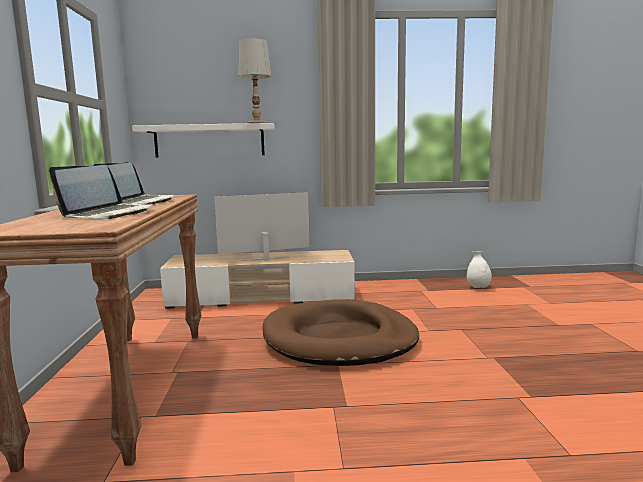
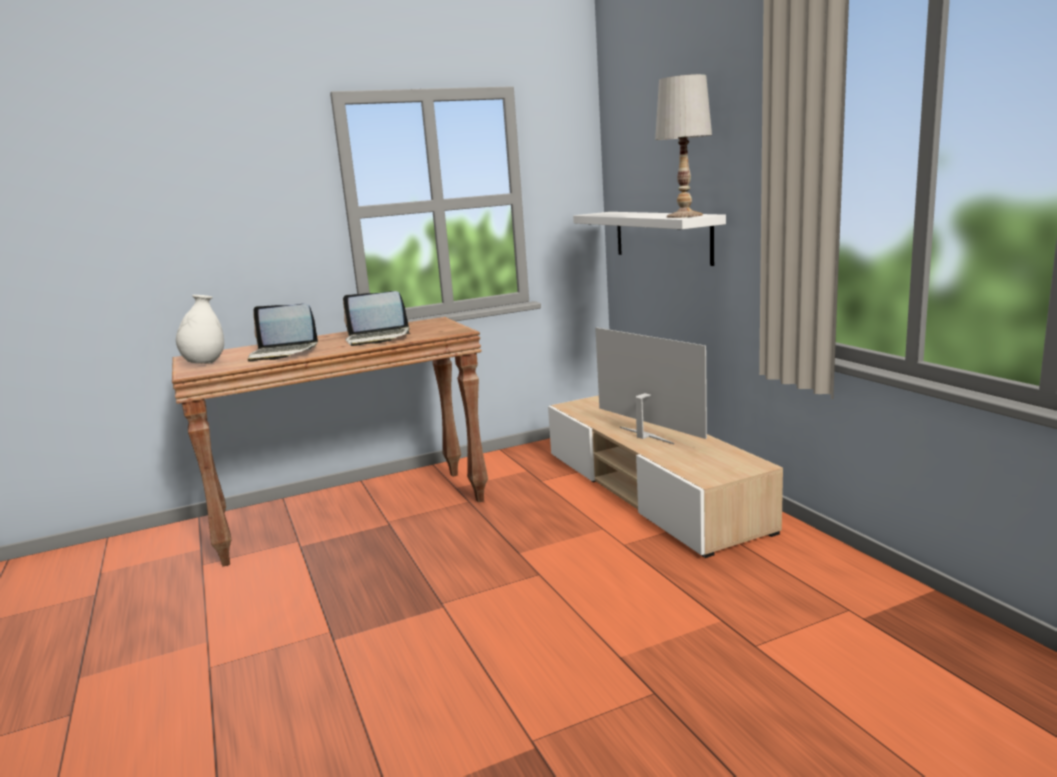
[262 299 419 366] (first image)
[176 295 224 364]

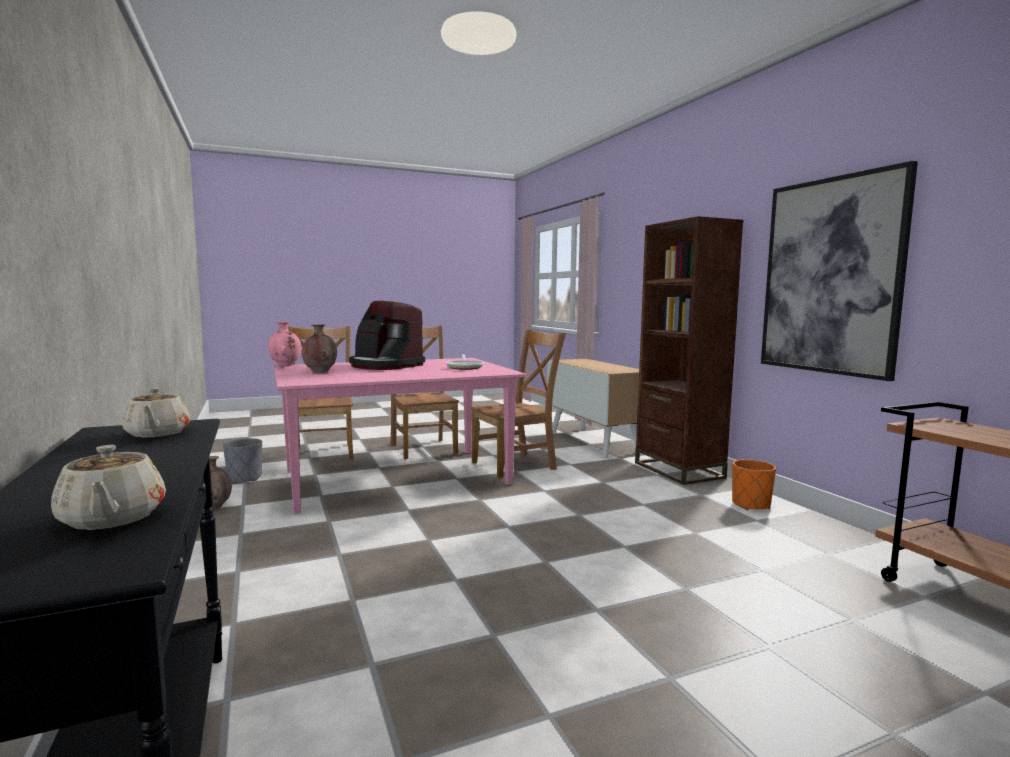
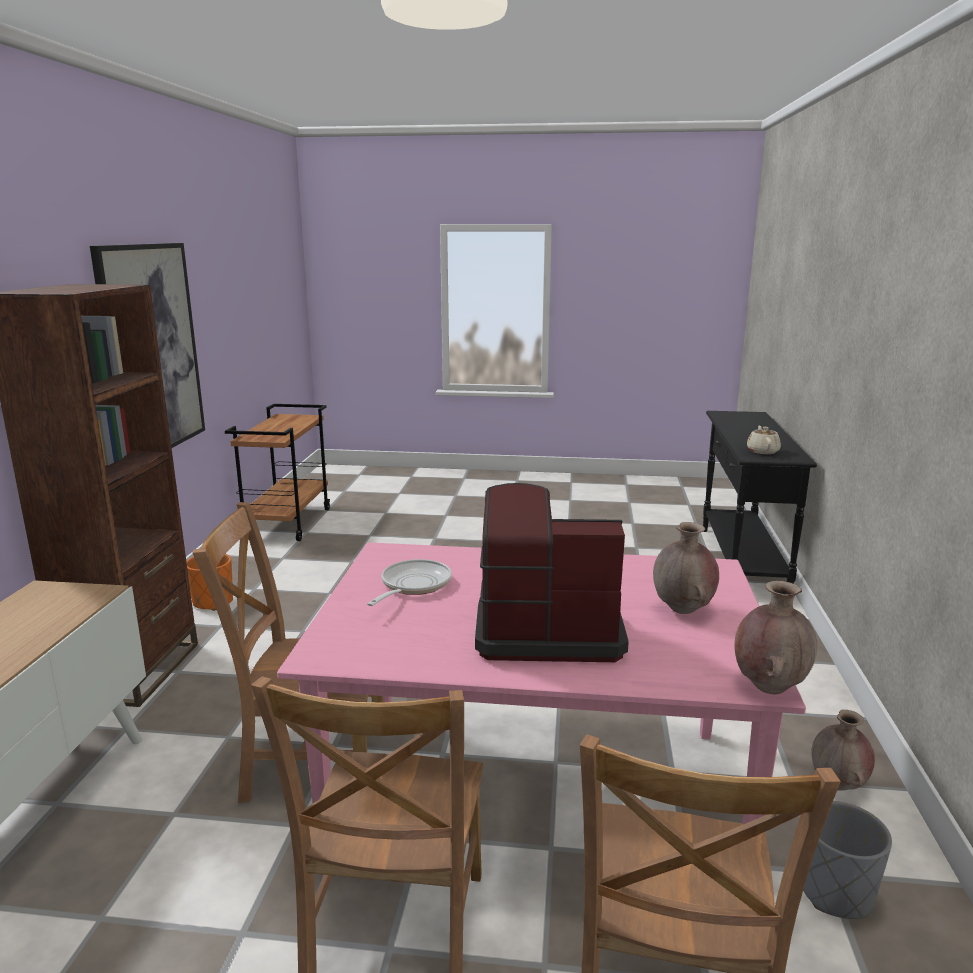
[51 445 166 530] (first image)
[734 581 818 694]
[475 483 629 662]

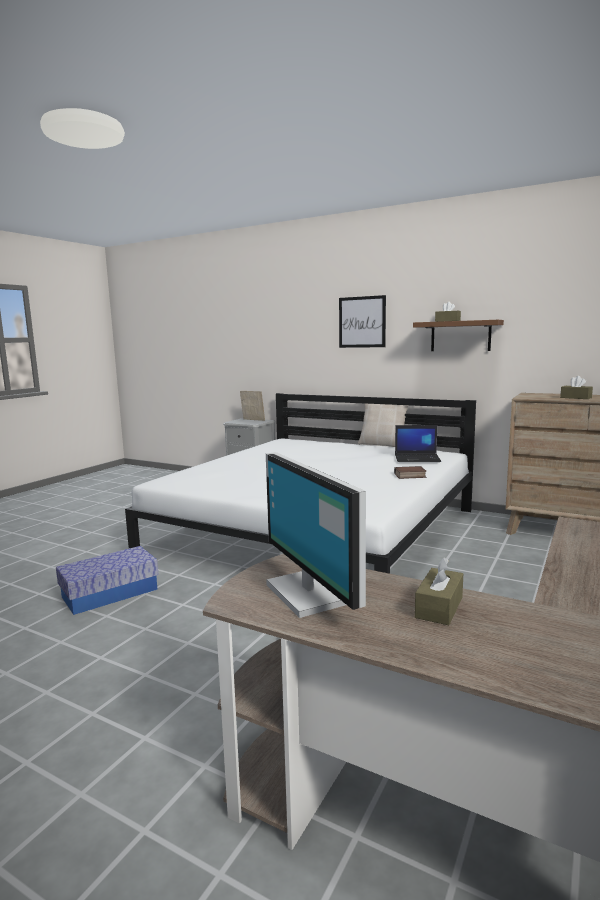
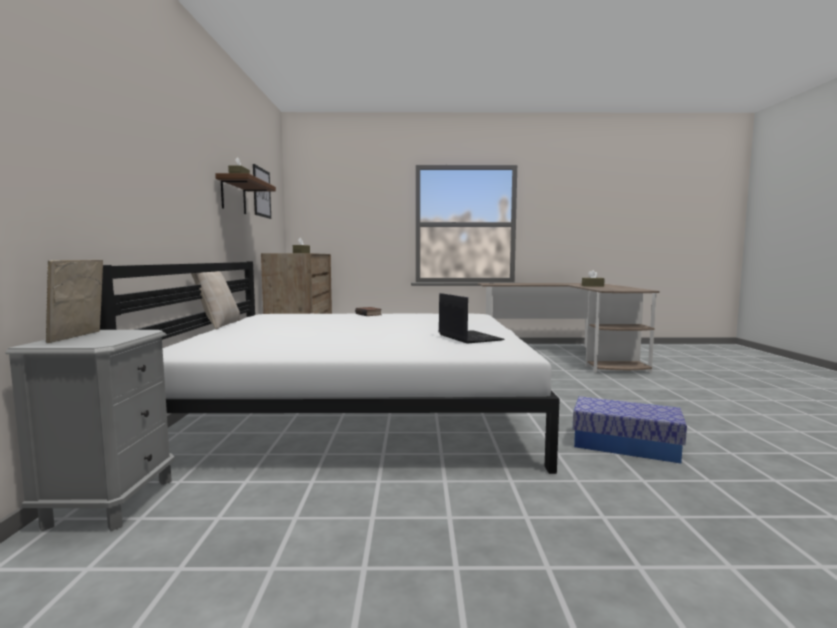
[266 452 366 618] (first image)
[253 164 271 219]
[439 293 505 344]

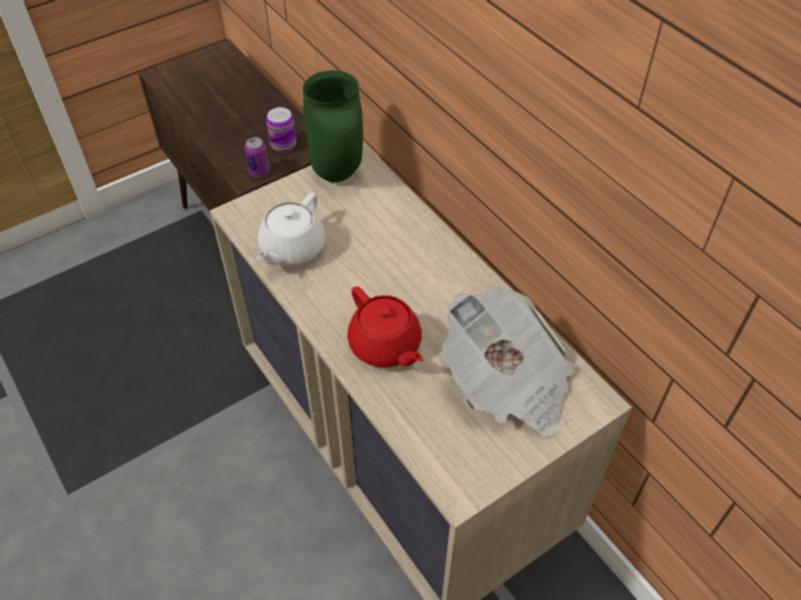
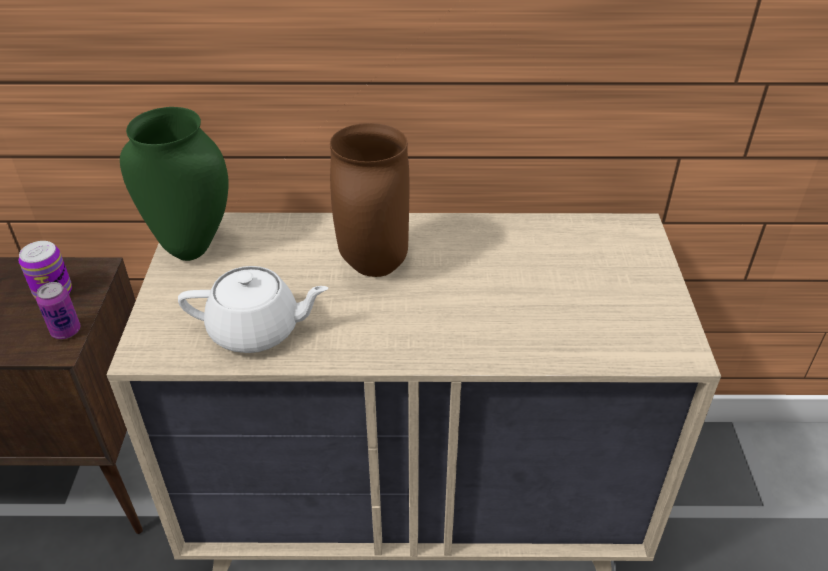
[347 286 423 367] (first image)
[441 288 575 437] (first image)
[330 123 409 277]
[178 266 328 353]

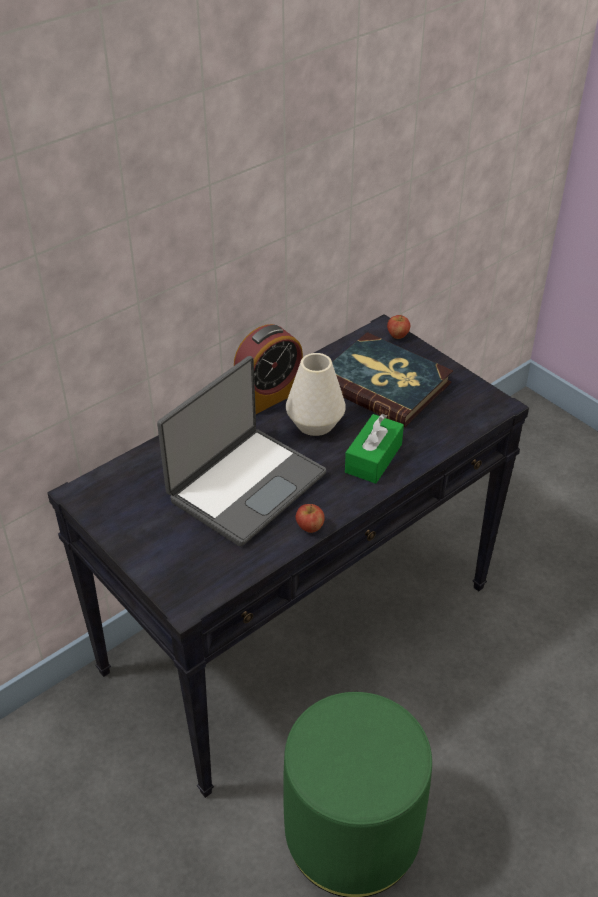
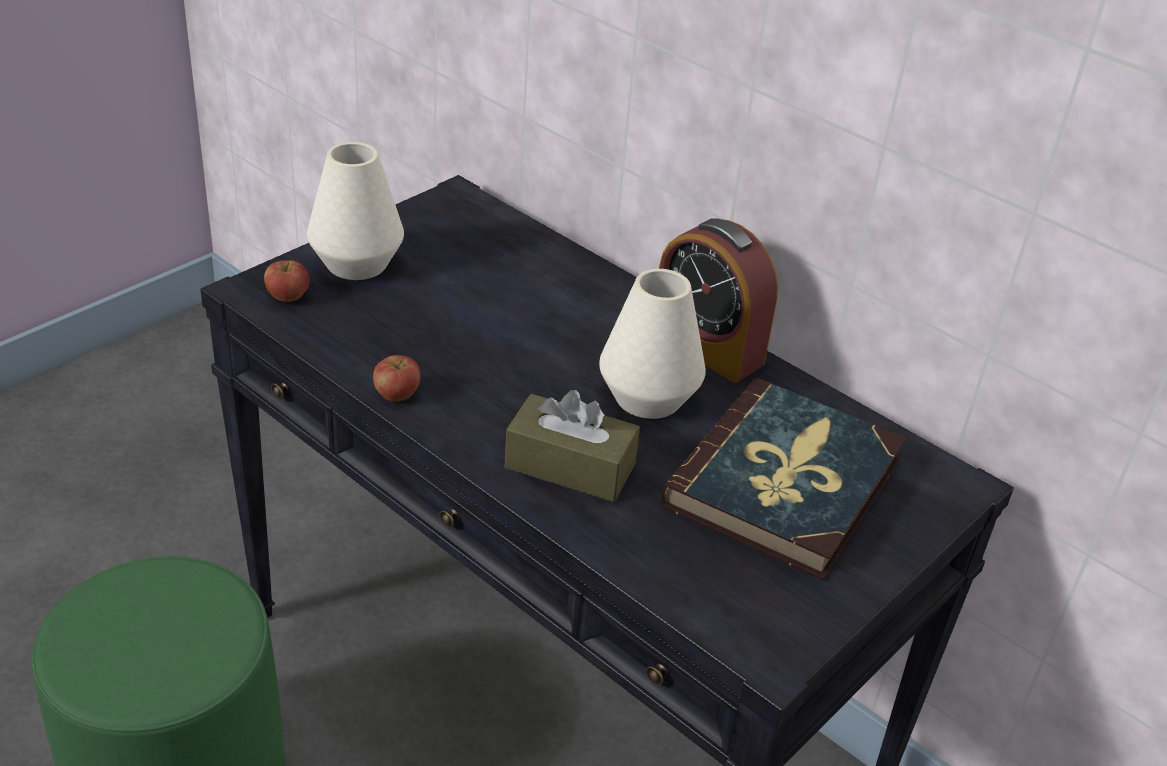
[157 356 327 546] (first image)
[307 142 404 280]
[264 260 310 302]
[505 390 640 502]

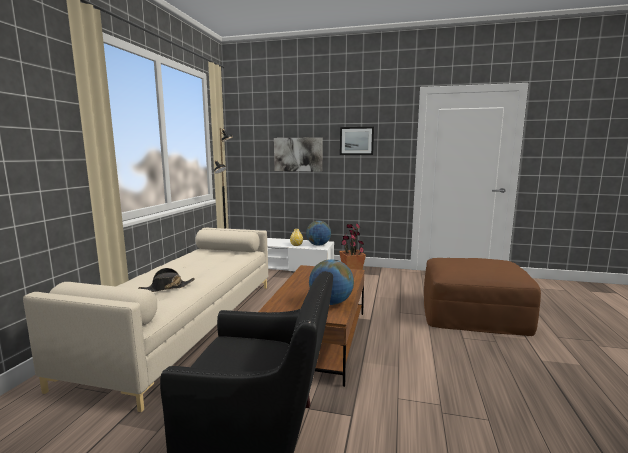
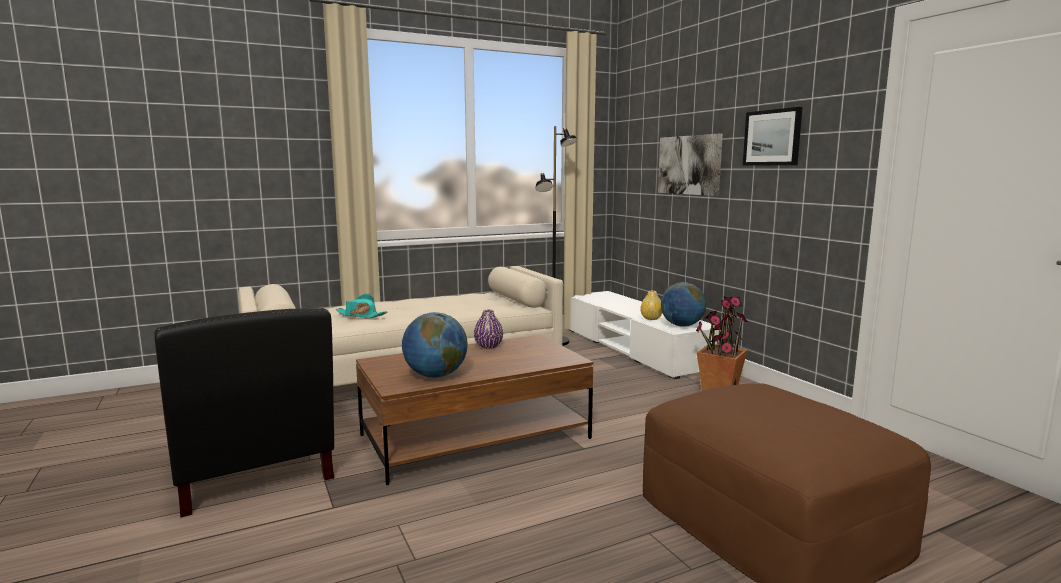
[474 310 503 349]
[336 294 387 318]

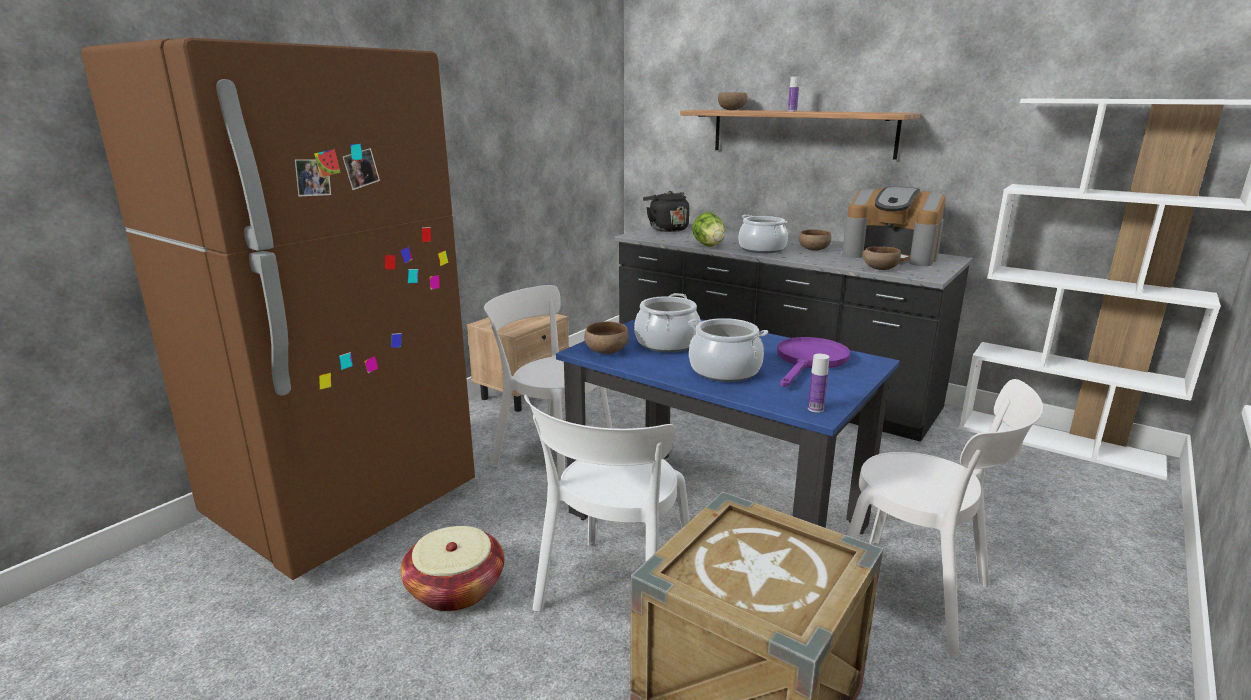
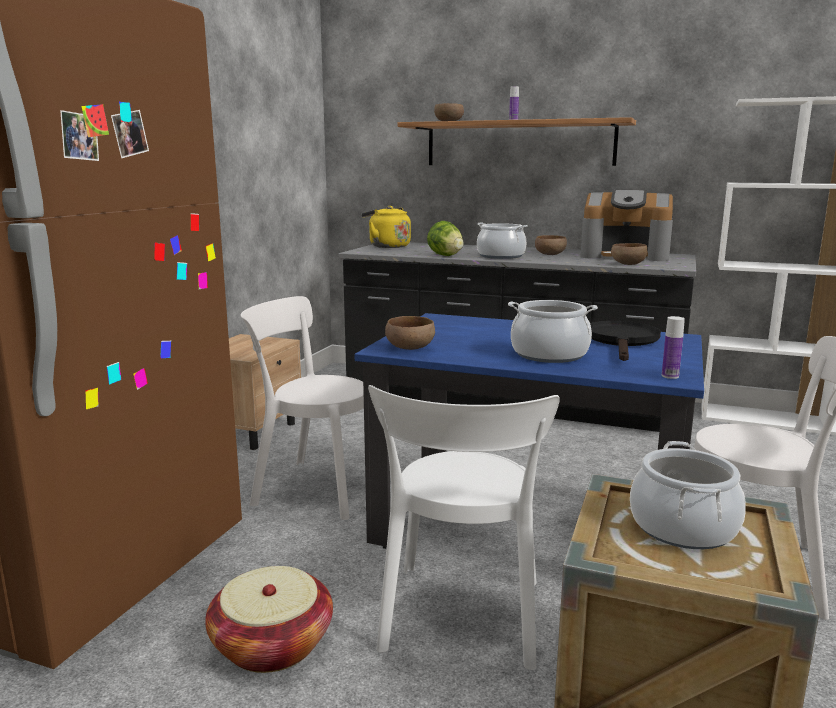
[630 441 746 549]
[361 206 411 248]
[590 321 661 361]

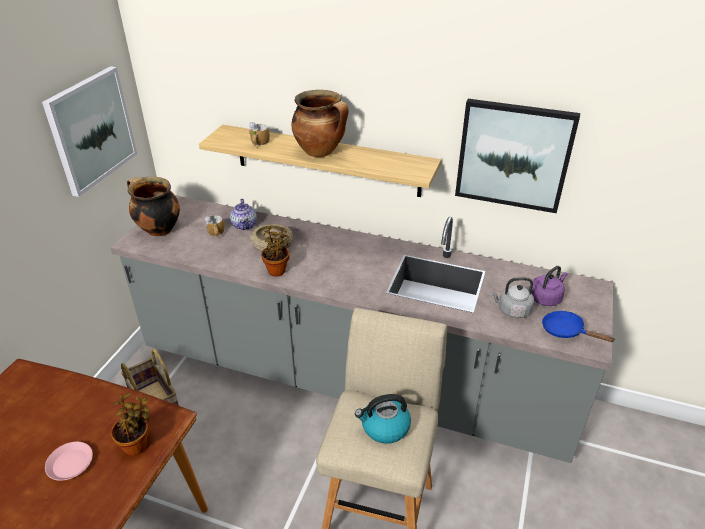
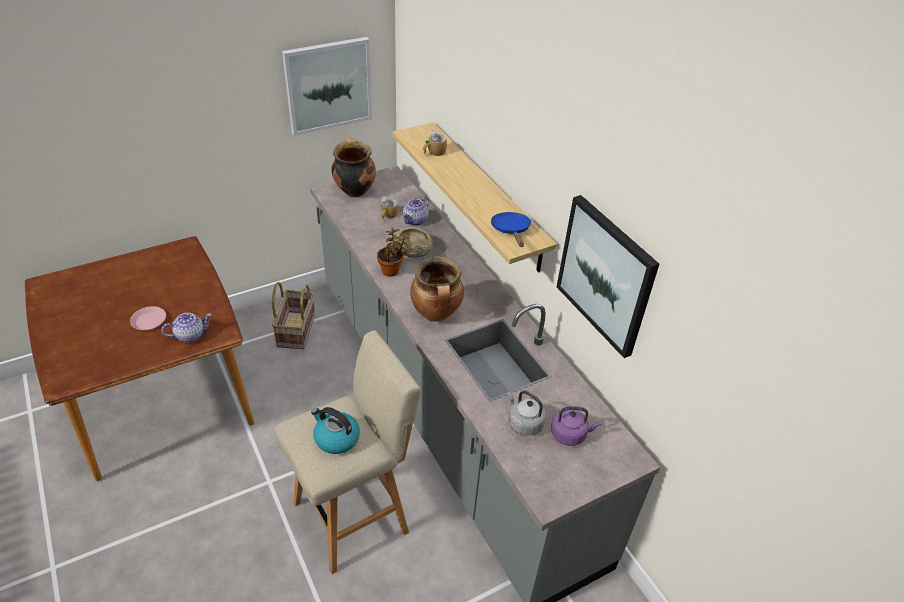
[410 256 464 322]
[491 212 531 247]
[161 313 212 343]

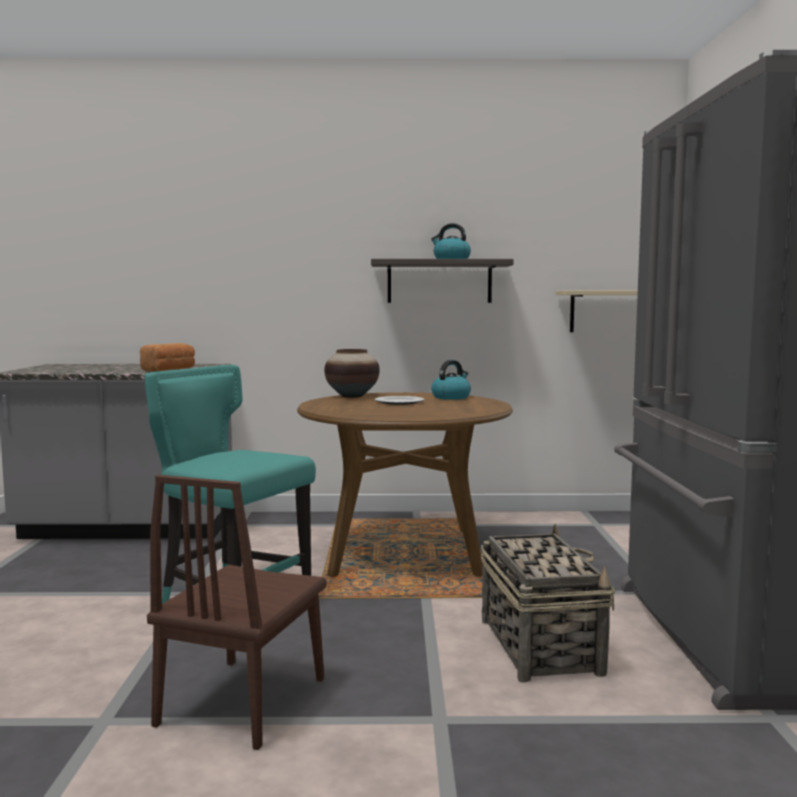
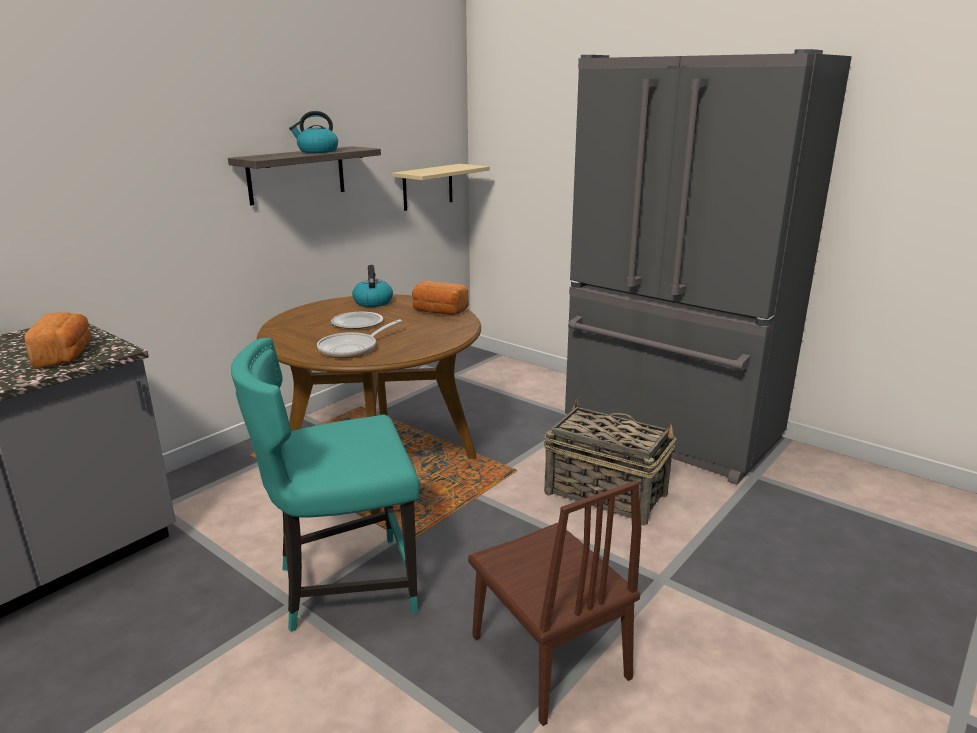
[324 349 380 398] (first image)
[317 319 402 358]
[412 281 469 315]

